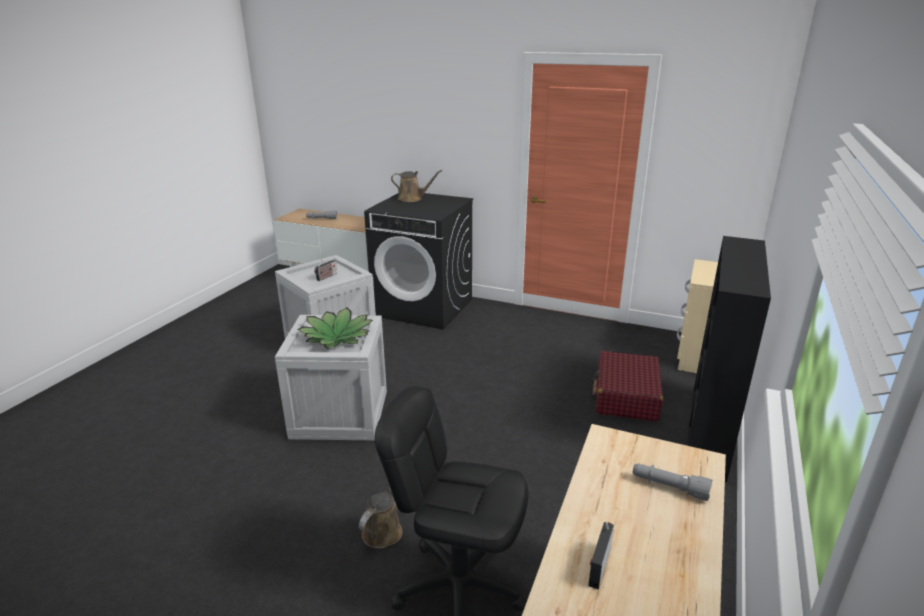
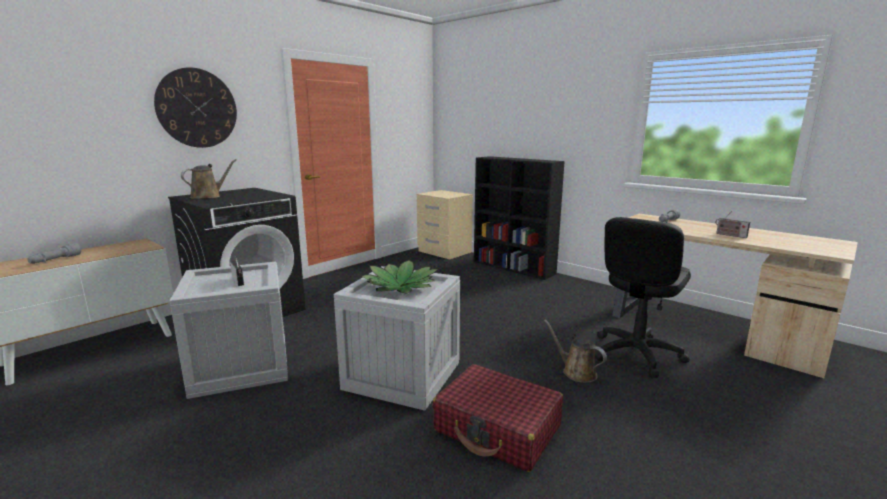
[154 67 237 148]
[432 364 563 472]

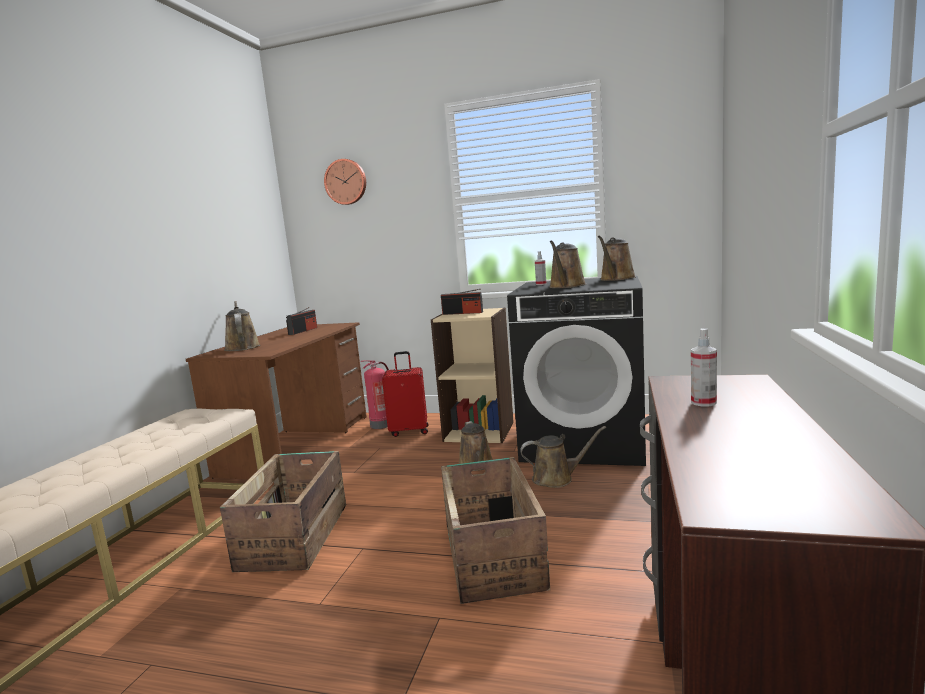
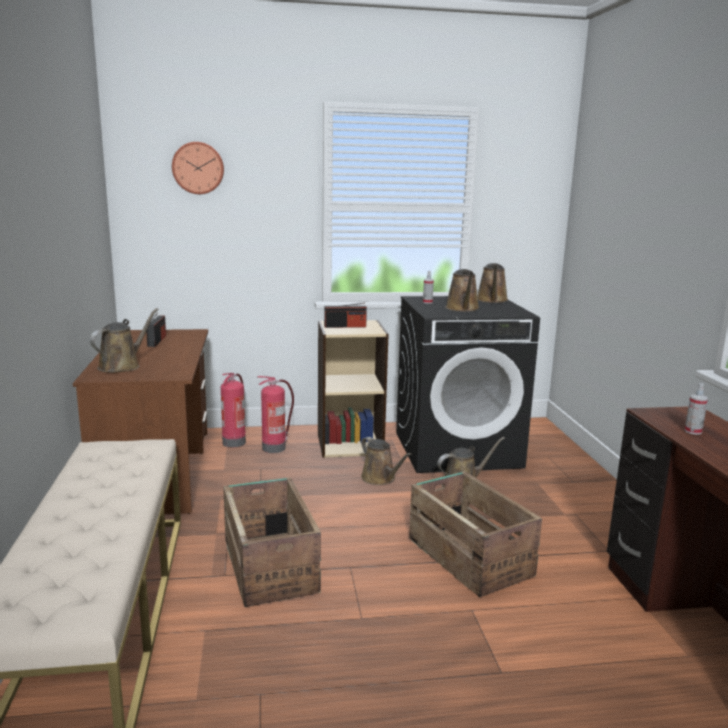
[257 376 294 453]
[90 308 159 373]

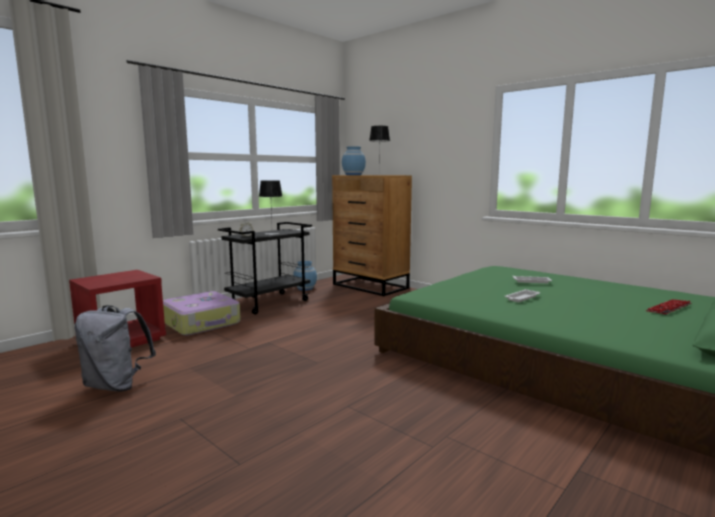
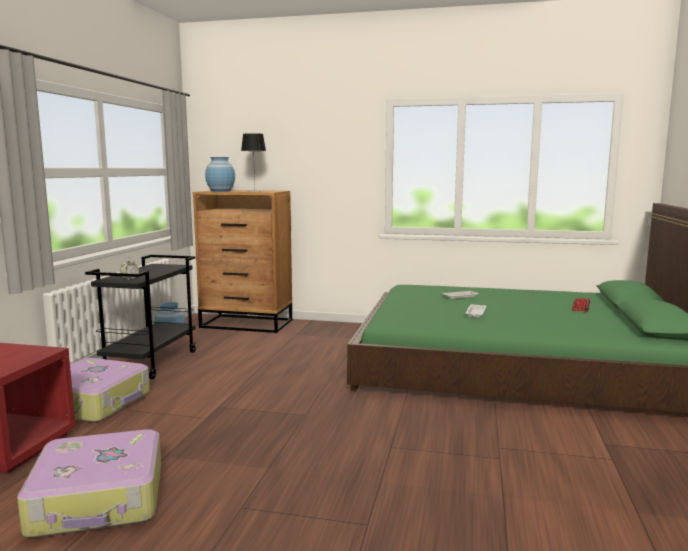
[259 180 282 235] (first image)
[17 429 161 538]

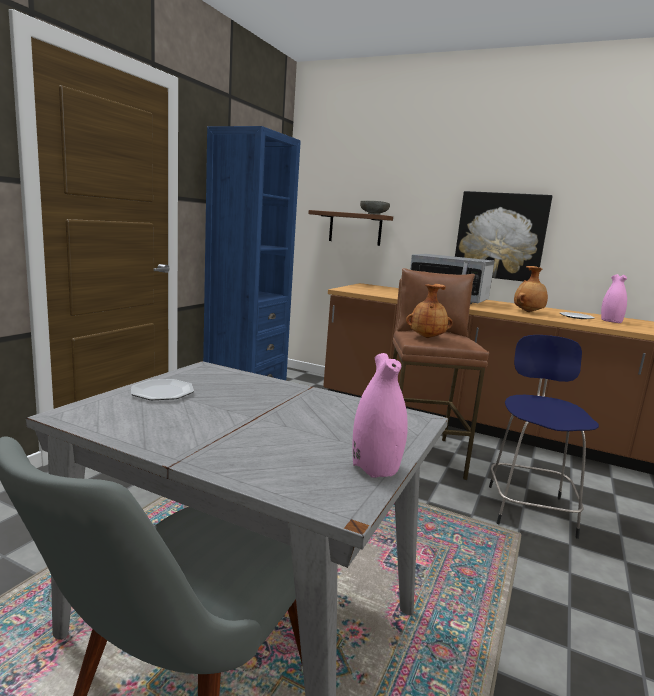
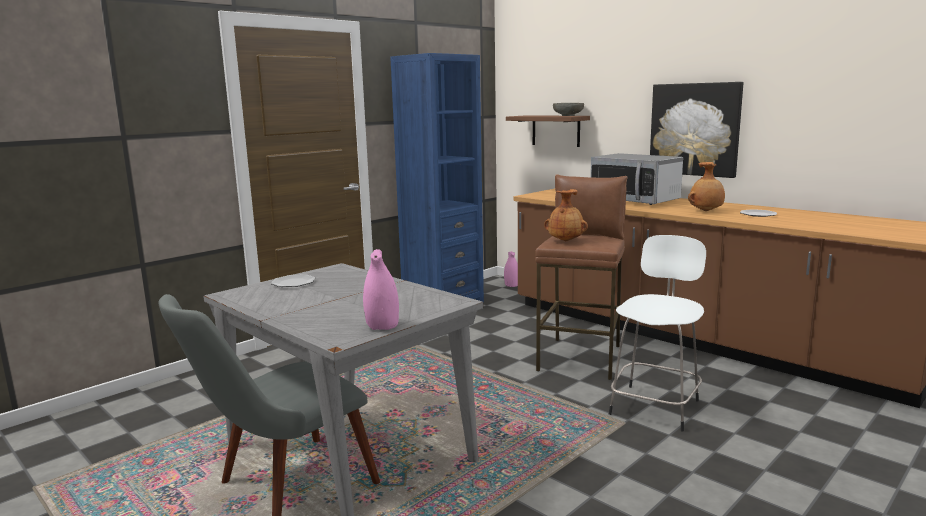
[504 251 518 287]
[609 235 706 432]

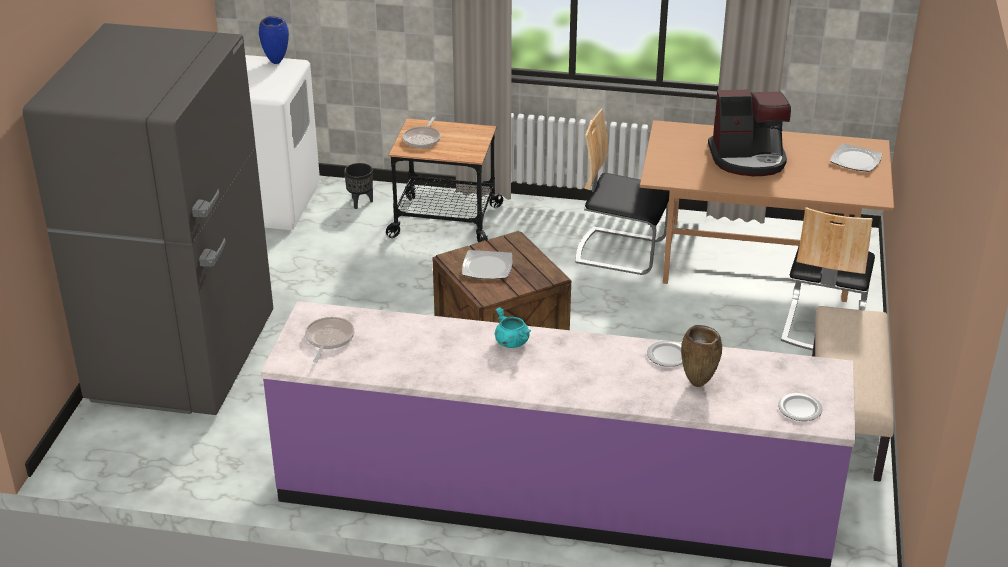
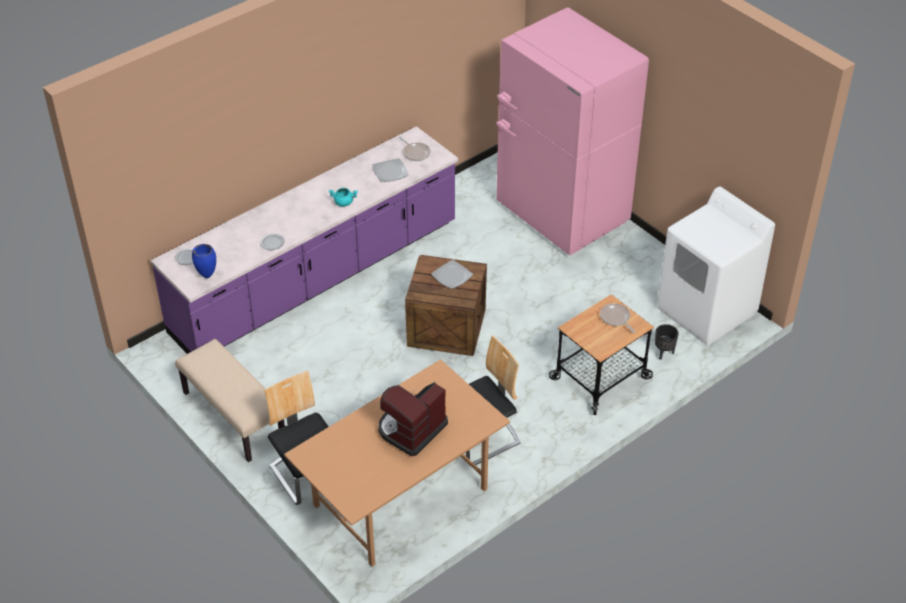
[681 325 722 387] (first image)
[192 244 216 278]
[372 158 408 182]
[496 7 649 255]

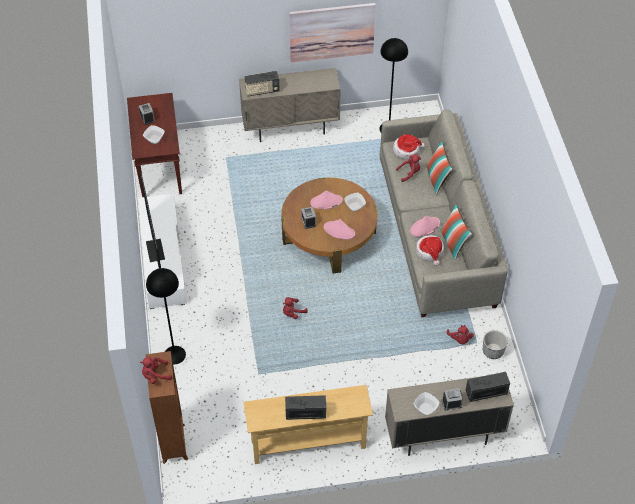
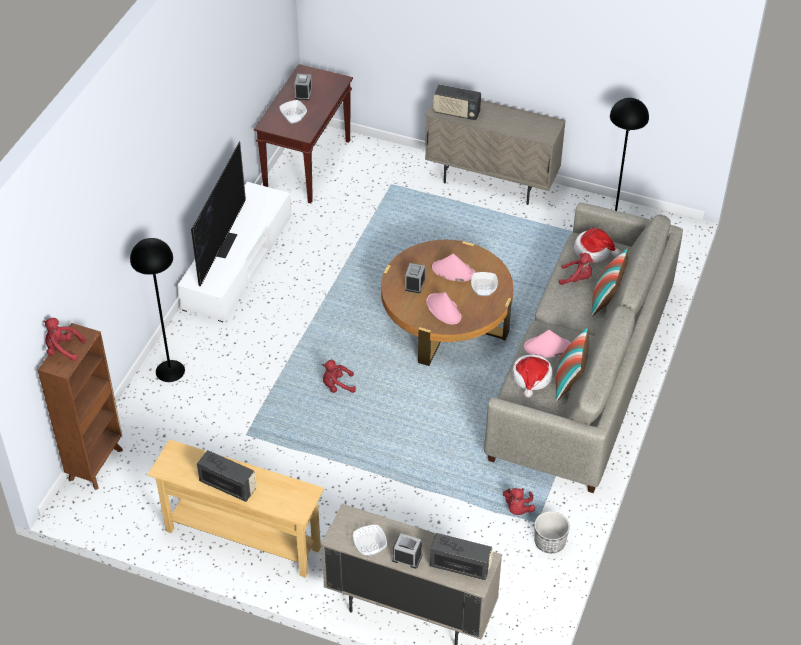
[289 3 376 62] (first image)

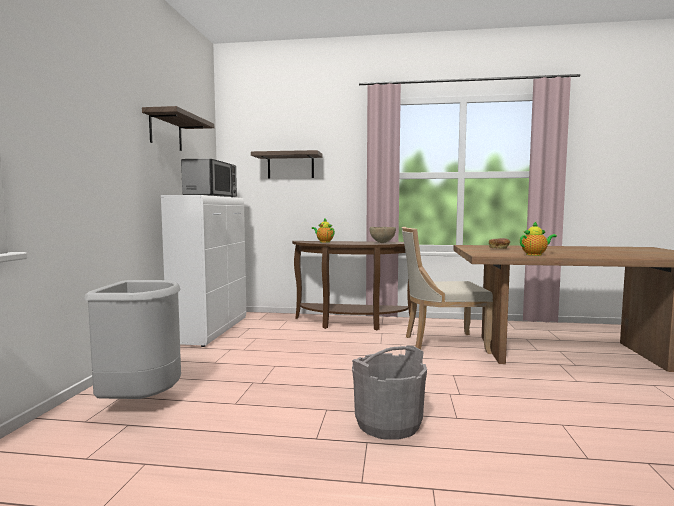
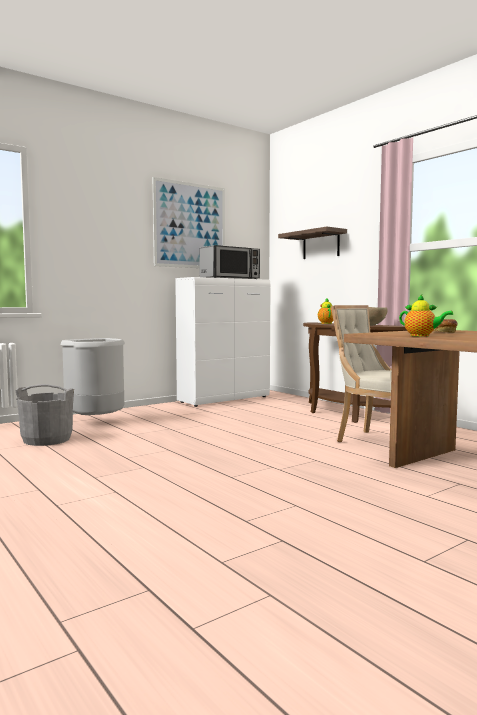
[15 384 74 446]
[153 177 225 268]

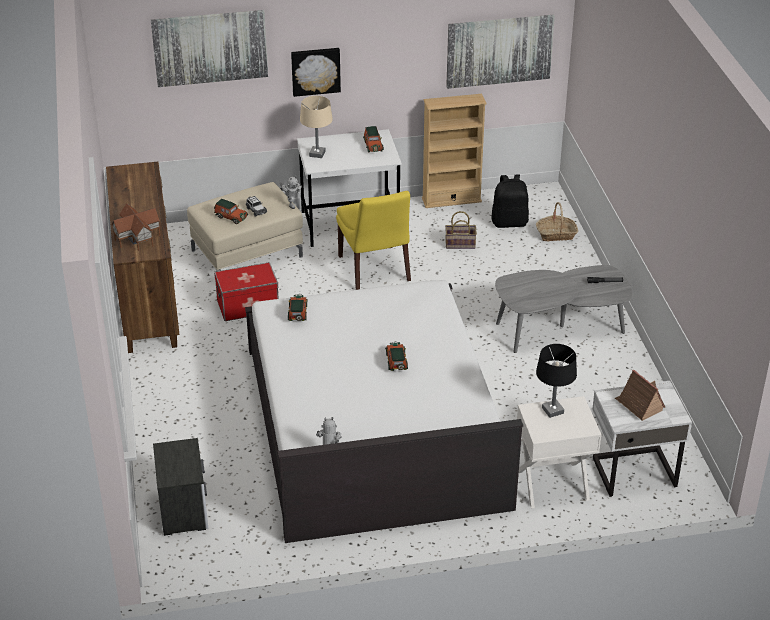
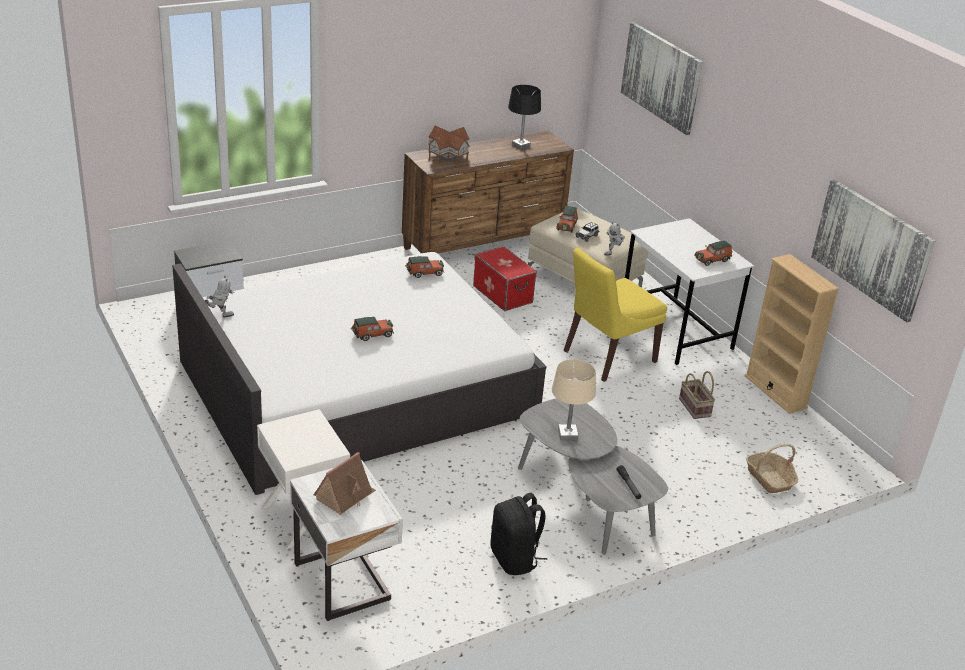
[291 48 341 97] (first image)
[552 359 596 440]
[491 493 547 575]
[508 85 541 150]

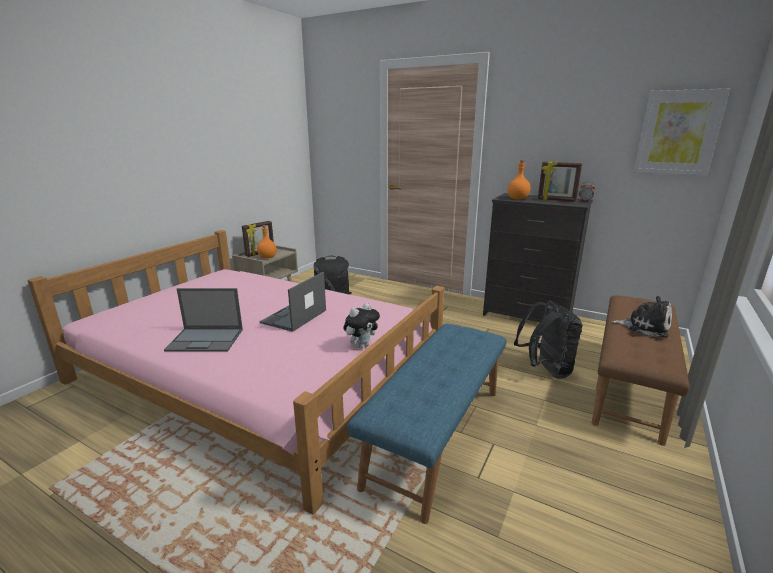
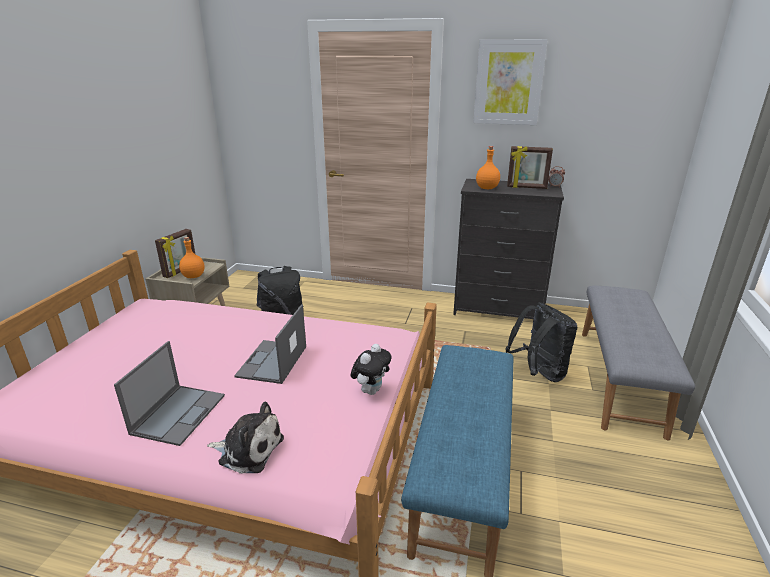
[207 402 284 473]
[473 39 548 125]
[582 286 695 440]
[114 341 225 446]

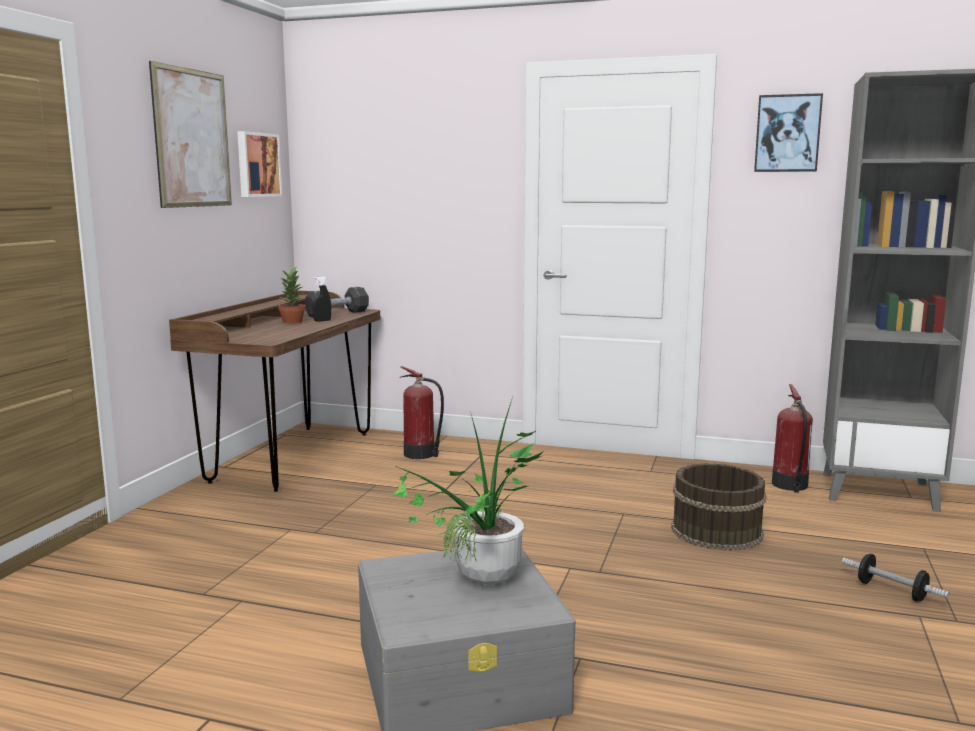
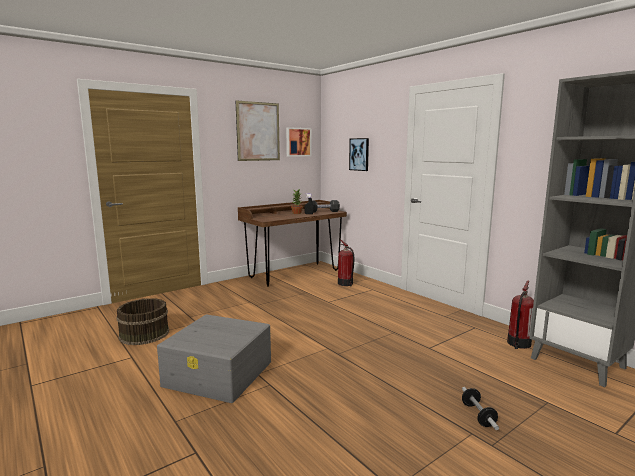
[392 394 544 585] (first image)
[117 298 169 345]
[349 138 369 171]

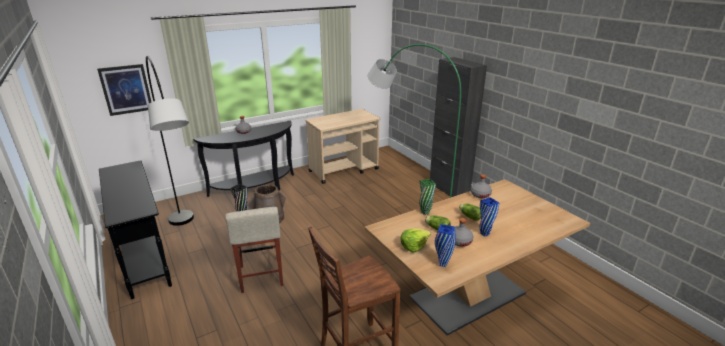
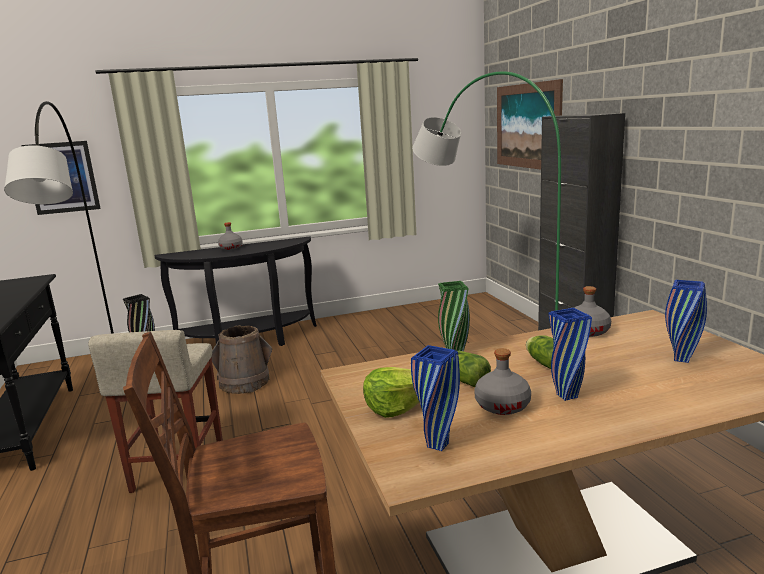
[305 109 380 184] (first image)
[497 79 563 170]
[665 280 707 363]

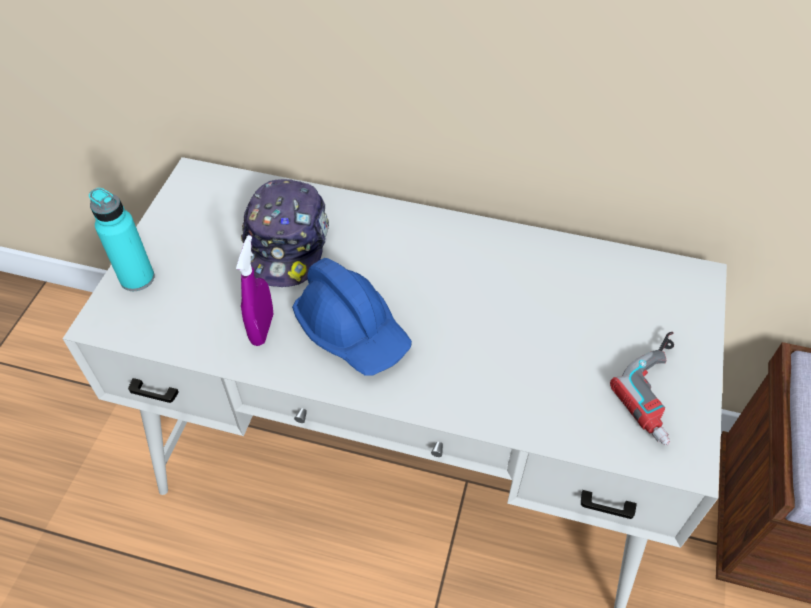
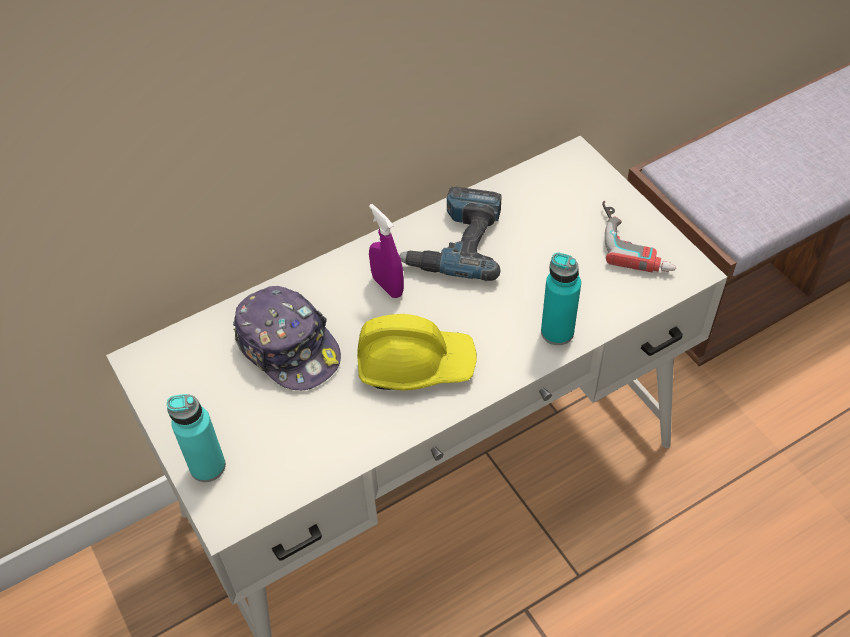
[399 187 502 281]
[541 253 581 345]
[369 204 404 298]
[357 314 477 391]

